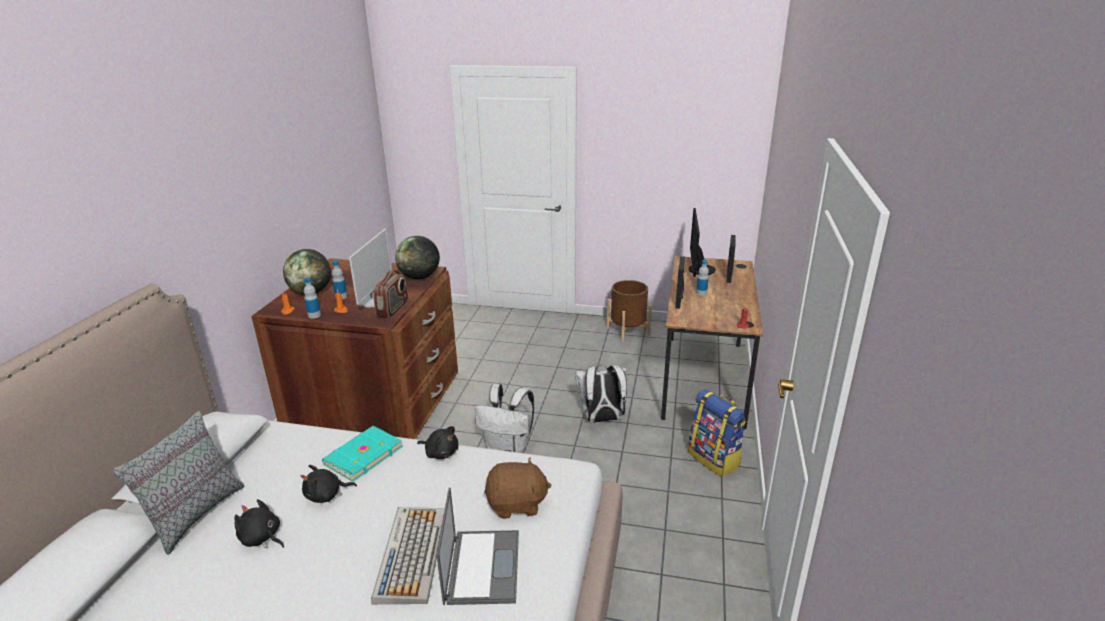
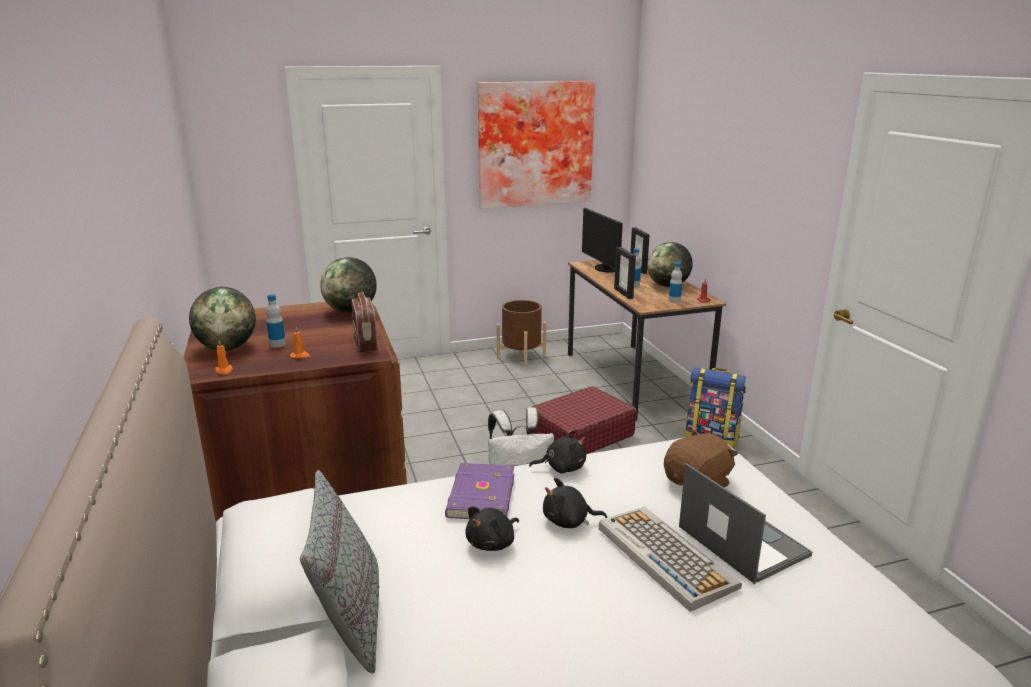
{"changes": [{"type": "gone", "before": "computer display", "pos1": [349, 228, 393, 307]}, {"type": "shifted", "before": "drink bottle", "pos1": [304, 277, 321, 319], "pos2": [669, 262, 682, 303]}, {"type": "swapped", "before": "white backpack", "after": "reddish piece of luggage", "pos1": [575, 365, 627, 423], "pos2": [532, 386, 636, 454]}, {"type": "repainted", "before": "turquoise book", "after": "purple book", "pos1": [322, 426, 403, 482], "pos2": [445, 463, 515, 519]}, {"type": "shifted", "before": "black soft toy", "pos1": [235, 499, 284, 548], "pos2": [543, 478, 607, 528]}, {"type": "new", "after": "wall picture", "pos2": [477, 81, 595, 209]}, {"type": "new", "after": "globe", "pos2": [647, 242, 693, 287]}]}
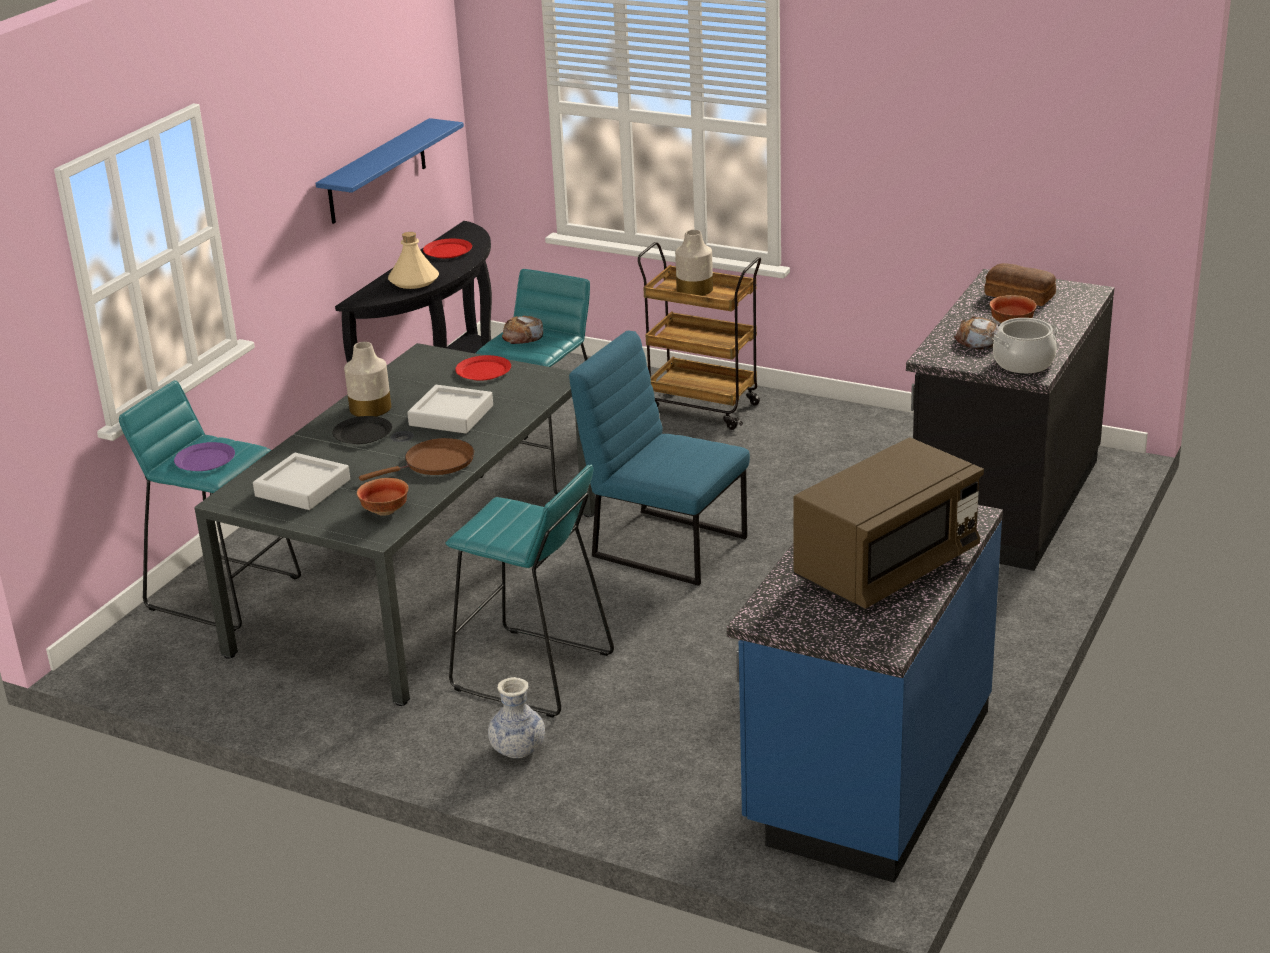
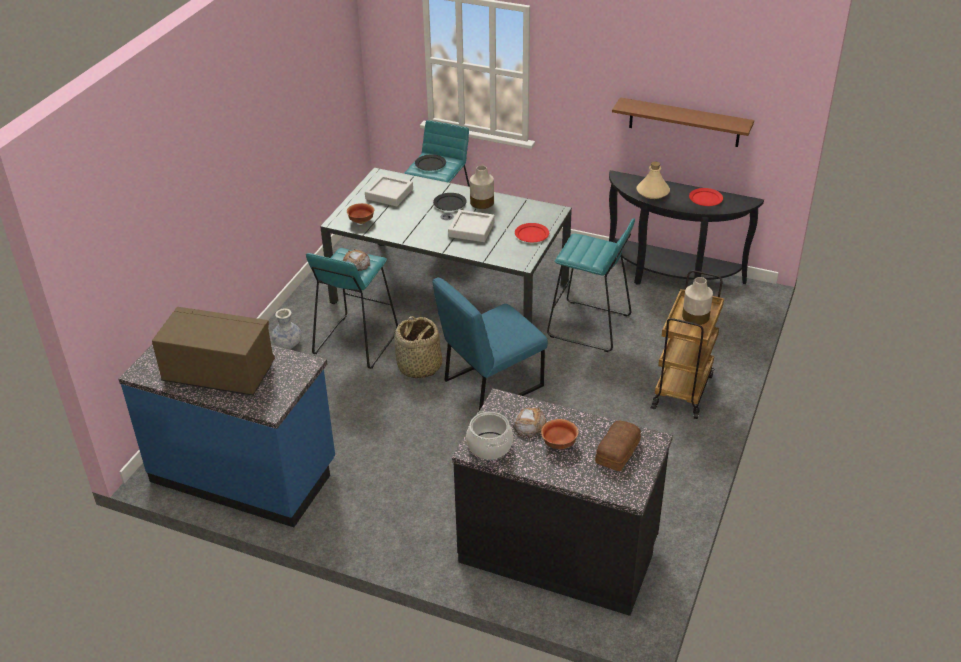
{"changes": [{"type": "repainted", "before": "blue wall shelf", "after": "brown-coloured wall shelf", "pos1": [316, 118, 464, 224], "pos2": [612, 97, 754, 147]}, {"type": "shifted", "before": "bread", "pos1": [502, 316, 543, 344], "pos2": [343, 249, 370, 271]}, {"type": "rotated", "before": "blue chair", "pos1": [569, 331, 750, 586], "pos2": [433, 277, 548, 411], "turn": -150}, {"type": "gone", "before": "brown-coloured skillet", "pos1": [359, 438, 474, 481]}, {"type": "rotated", "before": "brown-coloured kitchen microwave", "pos1": [793, 438, 984, 609], "pos2": [152, 307, 275, 396], "turn": 150}, {"type": "repainted", "before": "purple dinner plate", "after": "black dinner plate", "pos1": [174, 442, 235, 471], "pos2": [415, 154, 446, 171]}, {"type": "new", "after": "basket", "pos2": [394, 316, 442, 379]}]}
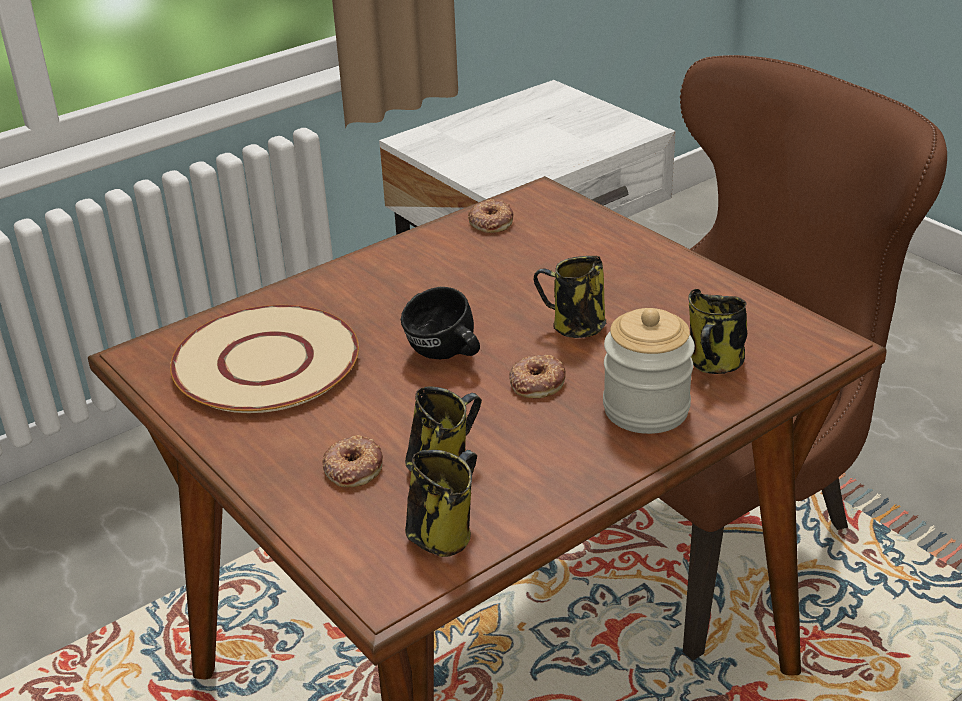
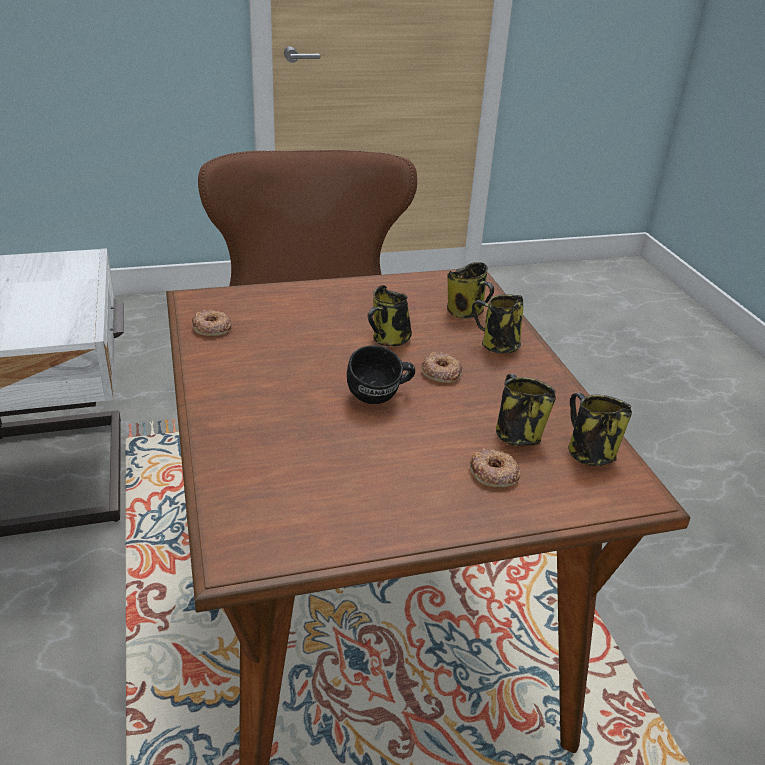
{"changes": [{"type": "gone", "before": "beige dinner plate", "pos1": [170, 305, 359, 413]}, {"type": "swapped", "before": "preserve jar", "after": "coffee mug", "pos1": [603, 308, 695, 434], "pos2": [472, 295, 523, 353]}]}
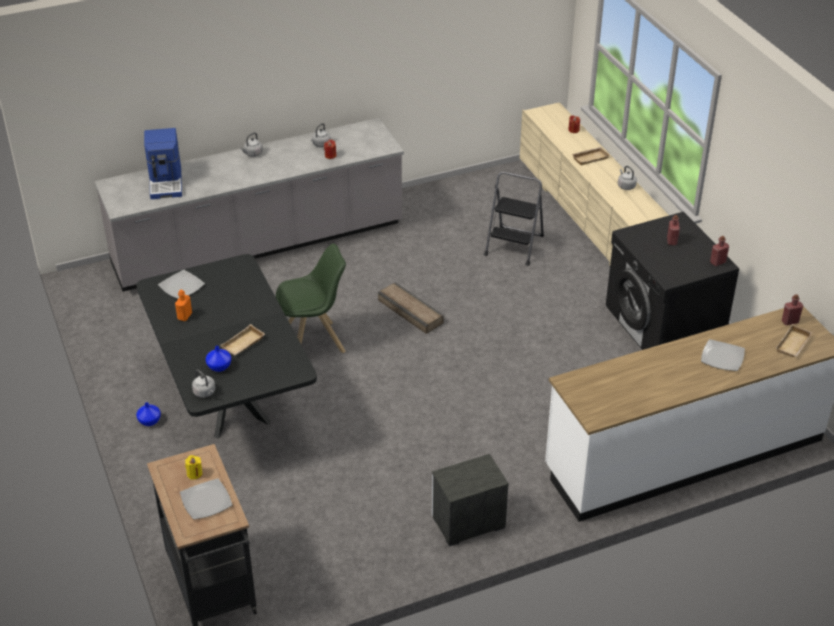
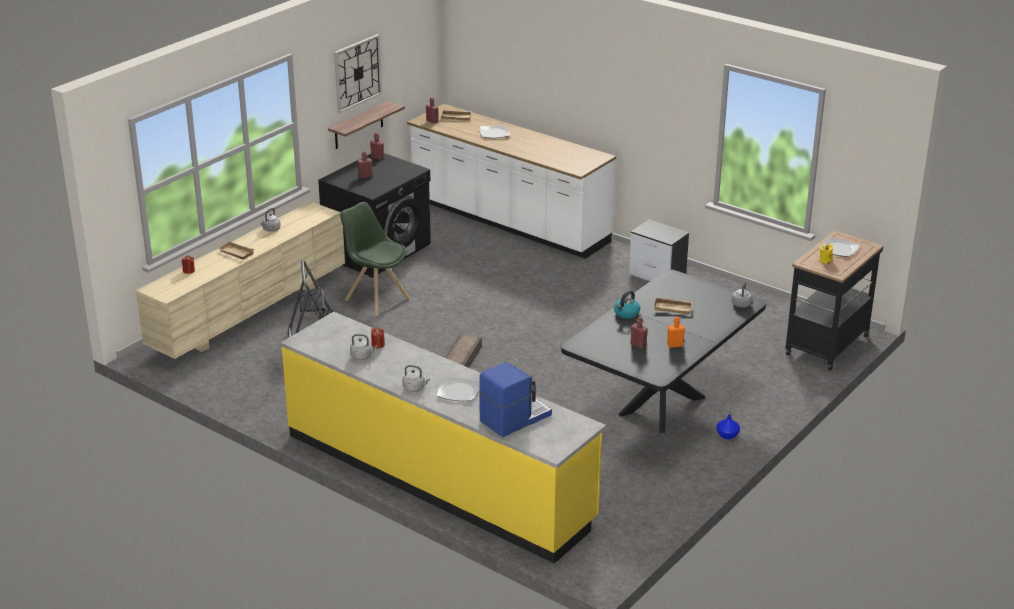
{"changes": [{"type": "repainted", "before": "grey kitchen counter", "after": "yellowish kitchen counter", "pos1": [94, 118, 404, 292], "pos2": [281, 312, 606, 564]}, {"type": "shifted", "before": "green chair", "pos1": [276, 244, 346, 353], "pos2": [340, 202, 410, 317]}, {"type": "shifted", "before": "dinner plate", "pos1": [158, 270, 205, 299], "pos2": [437, 377, 479, 401]}, {"type": "gone", "before": "blue vase", "pos1": [206, 346, 231, 372]}, {"type": "new", "after": "clock on the wall", "pos2": [334, 34, 382, 113]}, {"type": "new", "after": "wall shelf", "pos2": [328, 101, 405, 149]}, {"type": "new", "after": "kettle", "pos2": [614, 290, 640, 319]}, {"type": "new", "after": "reddish drink bottle", "pos2": [631, 316, 648, 349]}]}
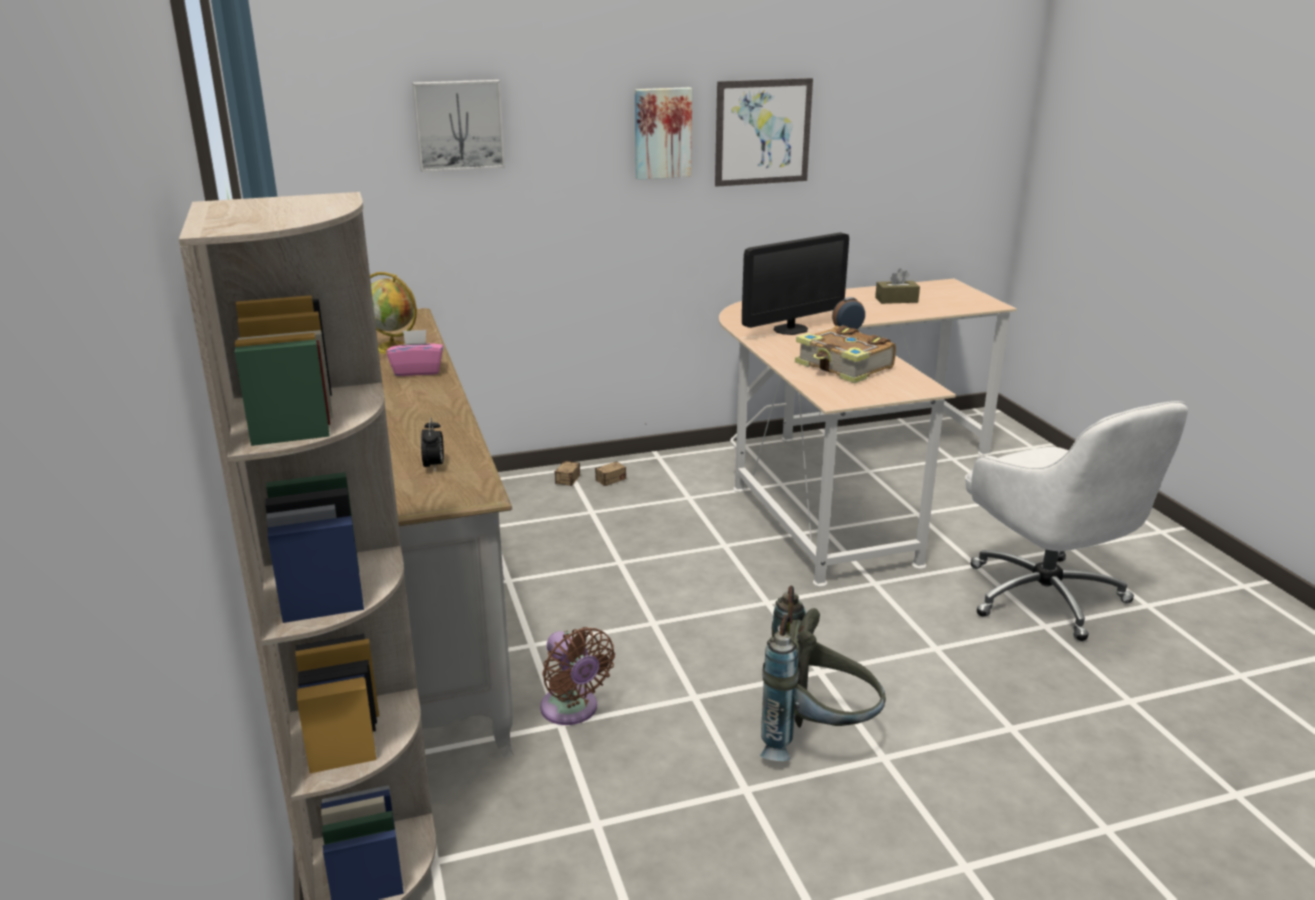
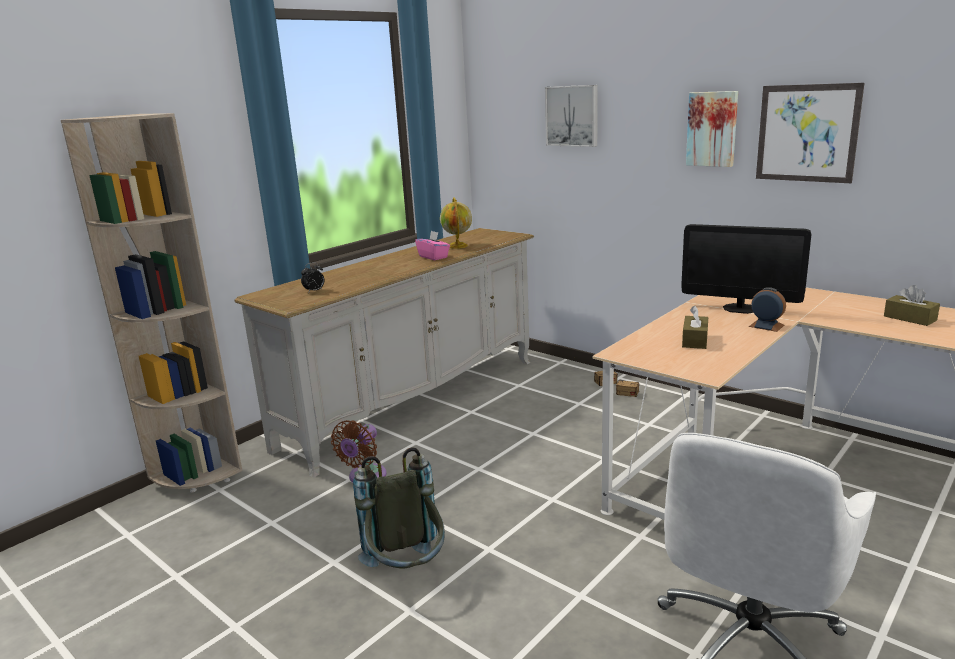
{"changes": [{"type": "swapped", "before": "book", "after": "brown-coloured tissue box", "pos1": [795, 325, 896, 384], "pos2": [682, 305, 708, 349]}]}
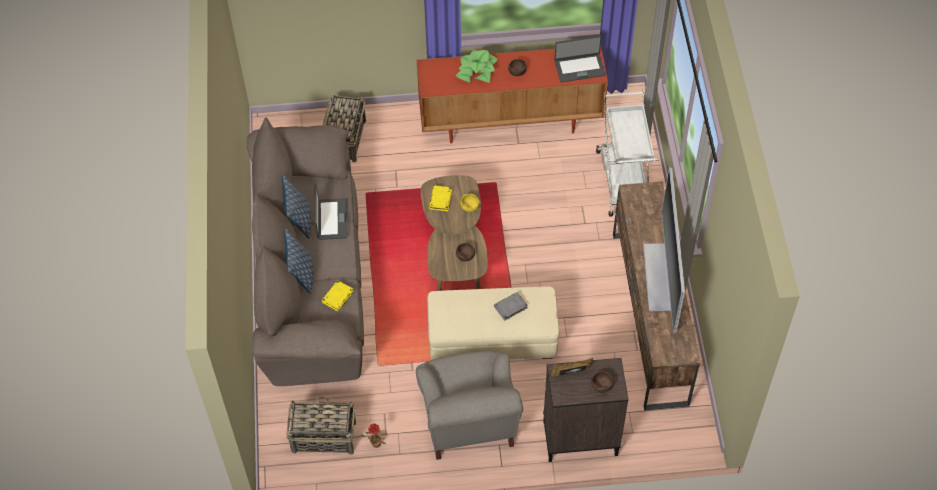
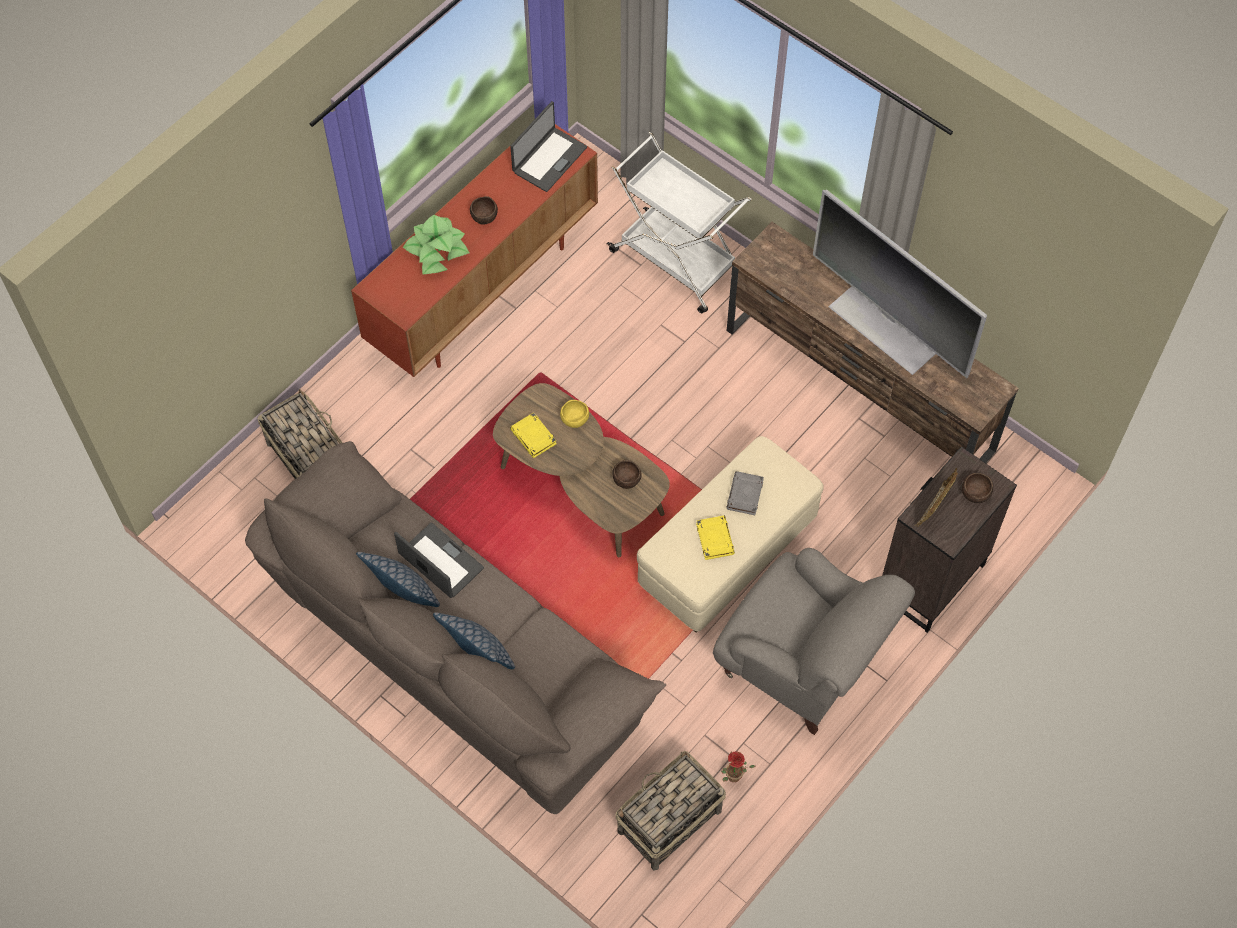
{"changes": [{"type": "shifted", "before": "yellowish book", "pos1": [322, 280, 354, 311], "pos2": [696, 516, 735, 560]}]}
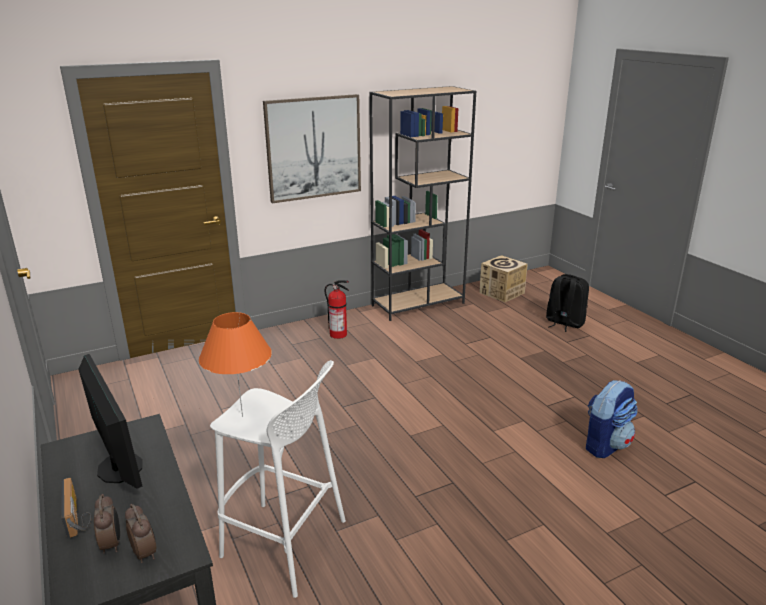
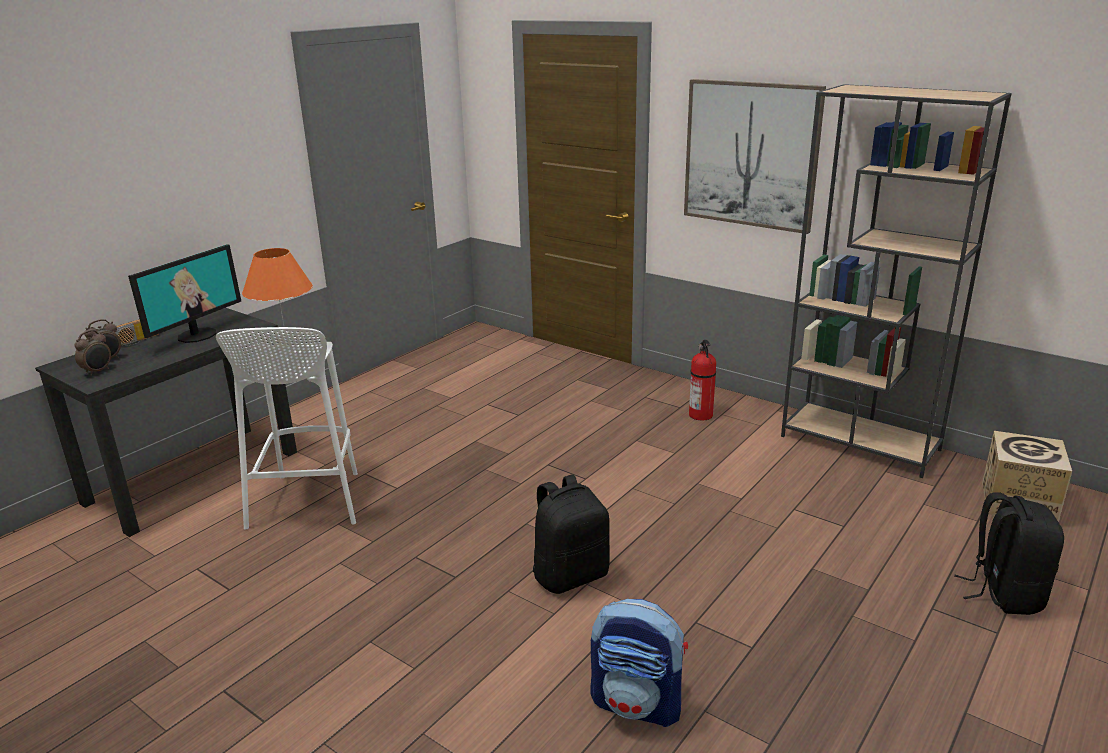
{"changes": [{"type": "new", "after": "black backpack", "pos2": [533, 474, 610, 594]}]}
